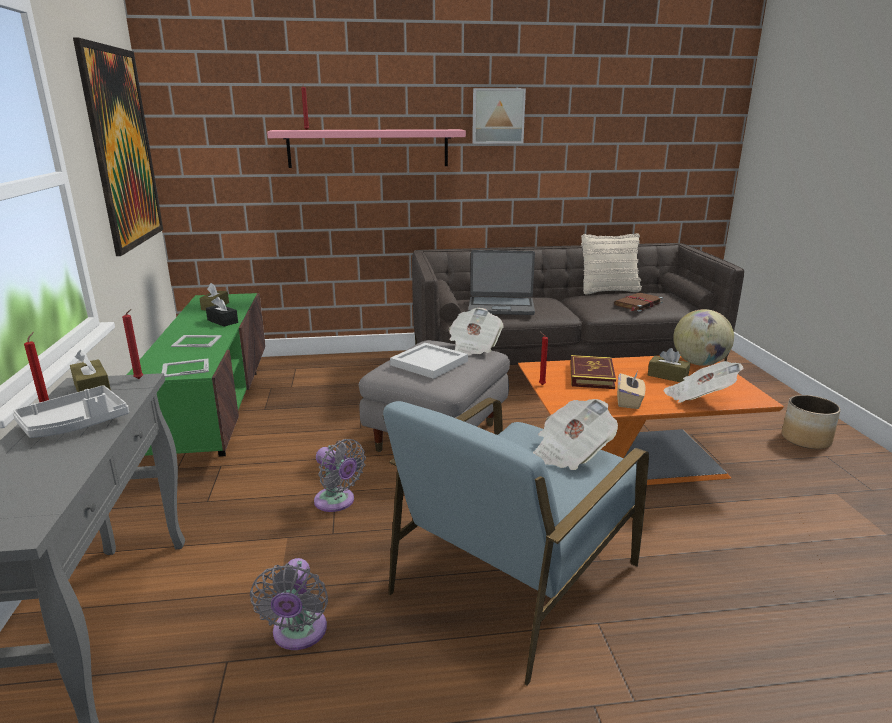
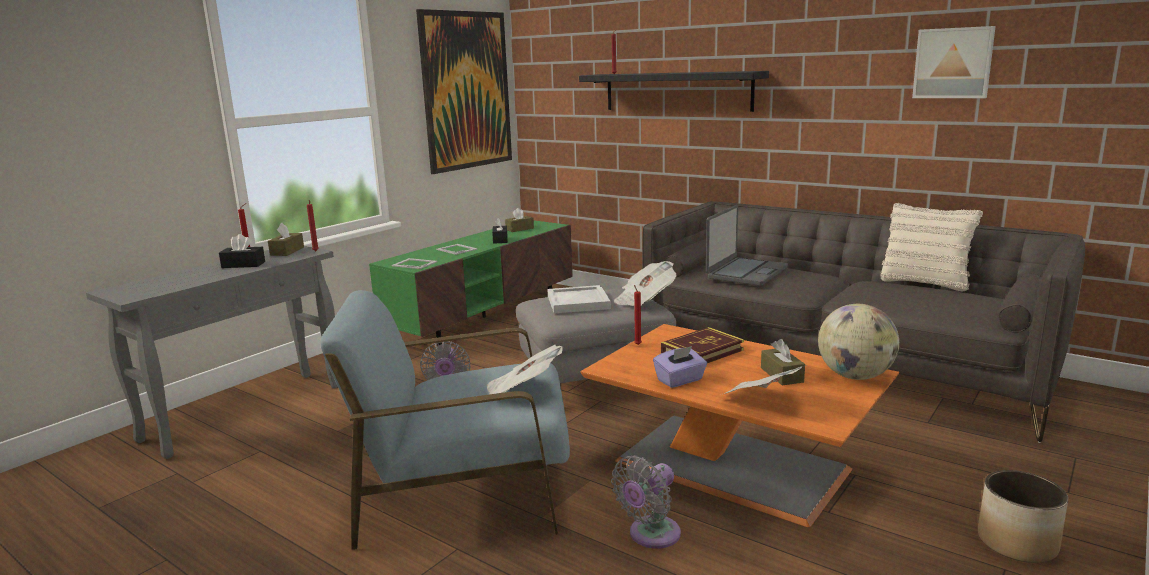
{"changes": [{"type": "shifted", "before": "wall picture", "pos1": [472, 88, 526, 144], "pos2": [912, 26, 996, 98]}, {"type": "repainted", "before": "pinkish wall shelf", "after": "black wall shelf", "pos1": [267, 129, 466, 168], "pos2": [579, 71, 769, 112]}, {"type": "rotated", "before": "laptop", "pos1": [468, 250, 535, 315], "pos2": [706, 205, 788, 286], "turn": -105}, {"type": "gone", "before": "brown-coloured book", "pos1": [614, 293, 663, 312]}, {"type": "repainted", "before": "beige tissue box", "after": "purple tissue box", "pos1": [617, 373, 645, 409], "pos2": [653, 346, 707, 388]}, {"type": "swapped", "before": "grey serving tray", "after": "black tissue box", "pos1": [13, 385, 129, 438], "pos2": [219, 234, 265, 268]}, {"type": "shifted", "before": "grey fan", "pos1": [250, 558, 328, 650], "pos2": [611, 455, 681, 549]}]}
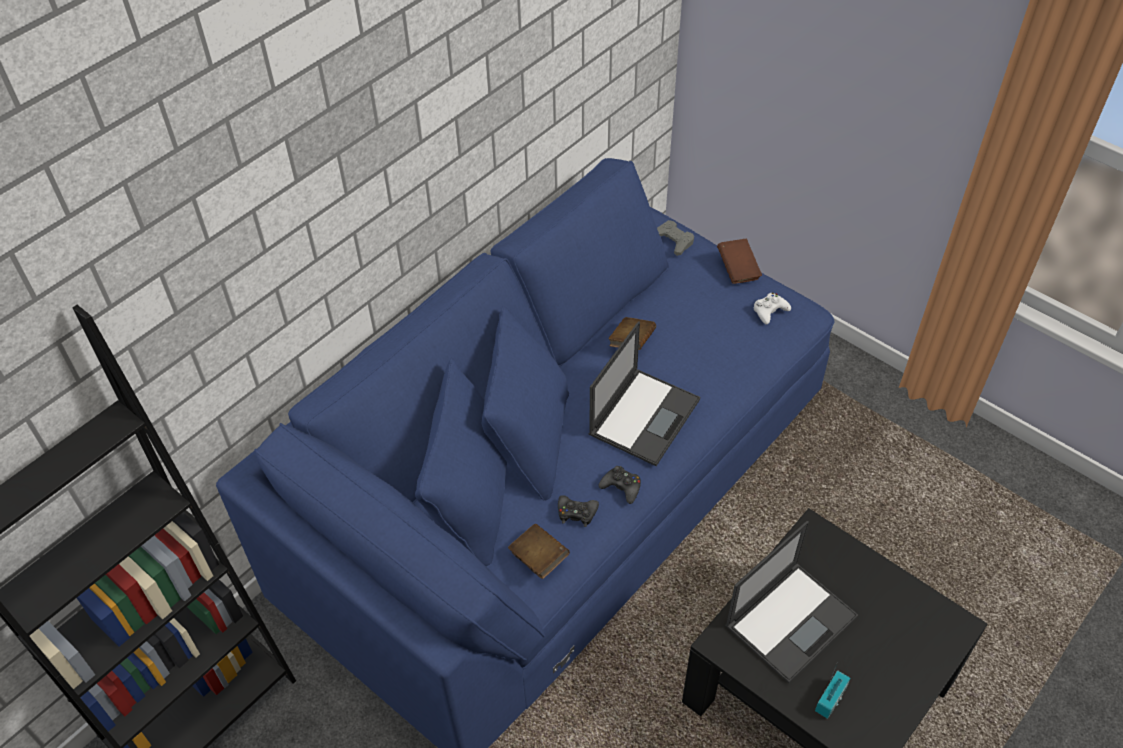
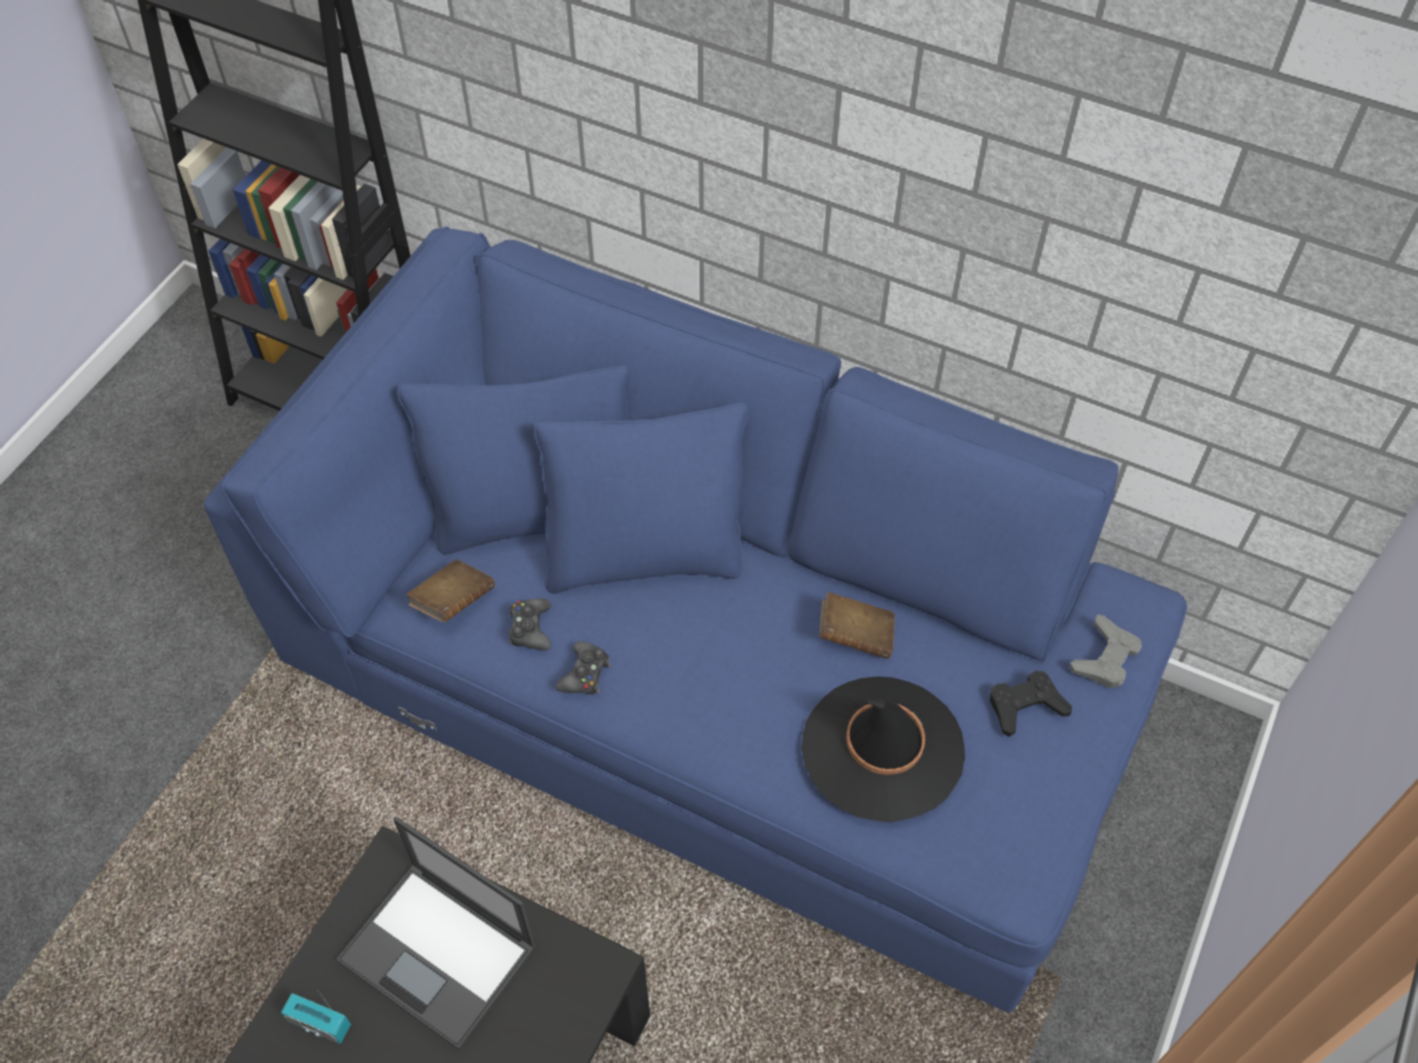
{"changes": [{"type": "gone", "before": "brown-coloured book", "pos1": [717, 239, 762, 284]}, {"type": "gone", "before": "white joypad", "pos1": [754, 293, 791, 325]}, {"type": "gone", "before": "laptop", "pos1": [589, 322, 700, 466]}, {"type": "new", "after": "black joypad", "pos2": [990, 671, 1072, 737]}, {"type": "new", "after": "black wearable hat", "pos2": [801, 676, 965, 822]}]}
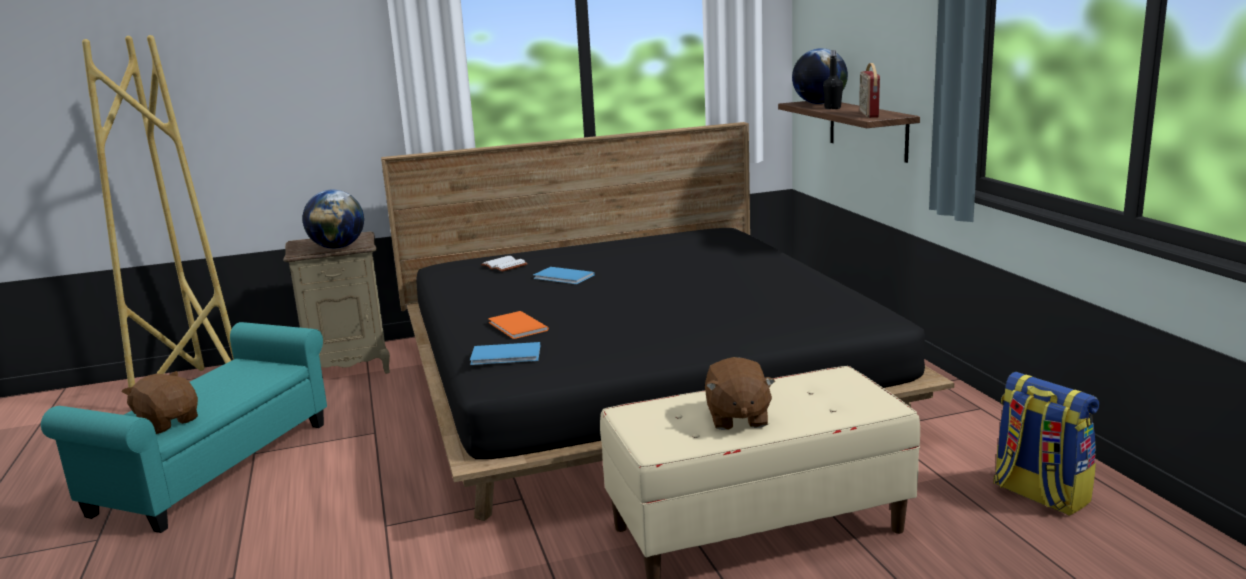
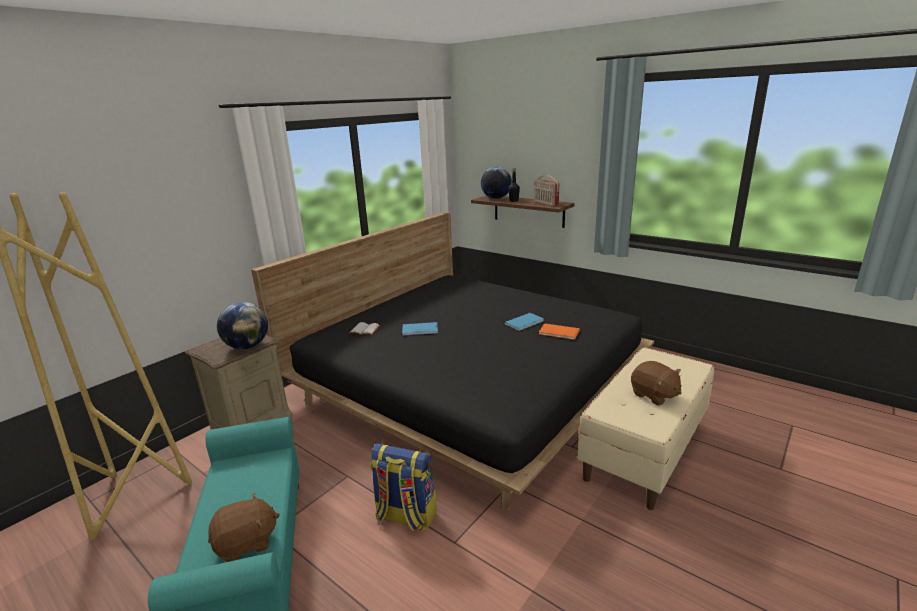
{"changes": [{"type": "shifted", "before": "orange book", "pos1": [488, 311, 549, 339], "pos2": [539, 323, 580, 340]}, {"type": "shifted", "before": "blue book", "pos1": [470, 342, 540, 365], "pos2": [504, 313, 544, 331]}, {"type": "rotated", "before": "brown-coloured soft toy", "pos1": [122, 371, 198, 434], "pos2": [208, 492, 280, 562], "turn": 150}, {"type": "shifted", "before": "backpack", "pos1": [993, 372, 1099, 516], "pos2": [370, 443, 437, 531]}]}
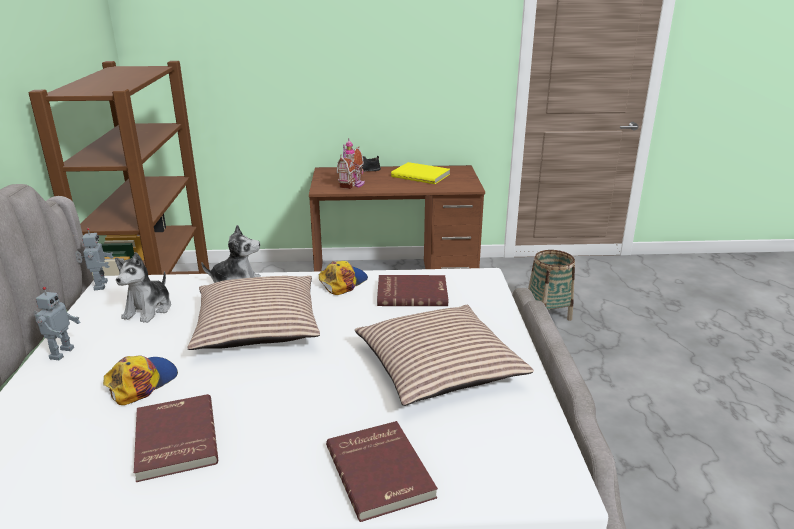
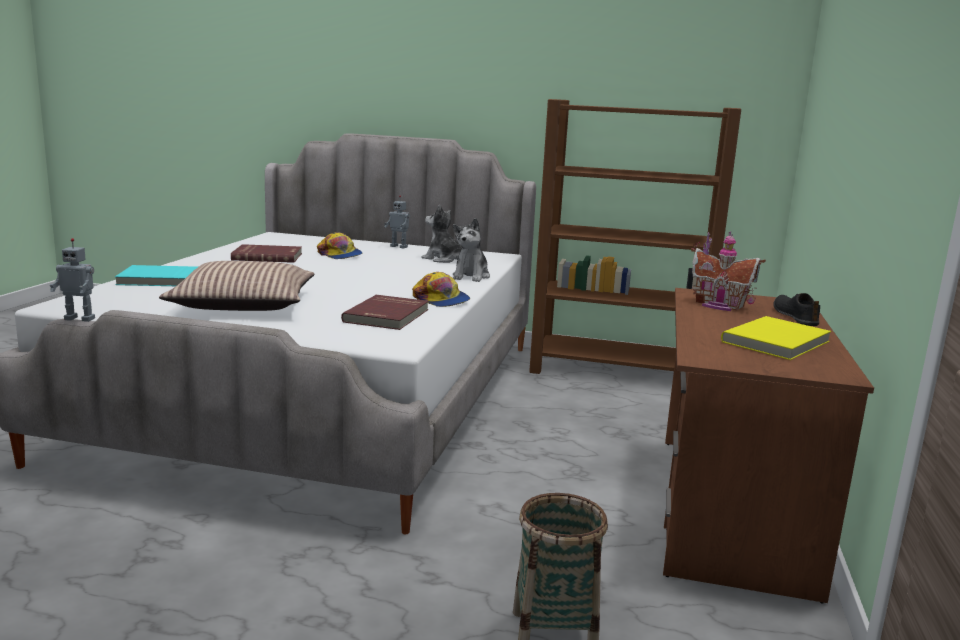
{"changes": [{"type": "shifted", "before": "robot figure", "pos1": [75, 228, 114, 290], "pos2": [50, 238, 95, 322]}, {"type": "gone", "before": "throw pillow", "pos1": [188, 276, 320, 350]}, {"type": "repainted", "before": "reddish book", "after": "turquoise book", "pos1": [326, 421, 438, 522], "pos2": [115, 265, 198, 286]}]}
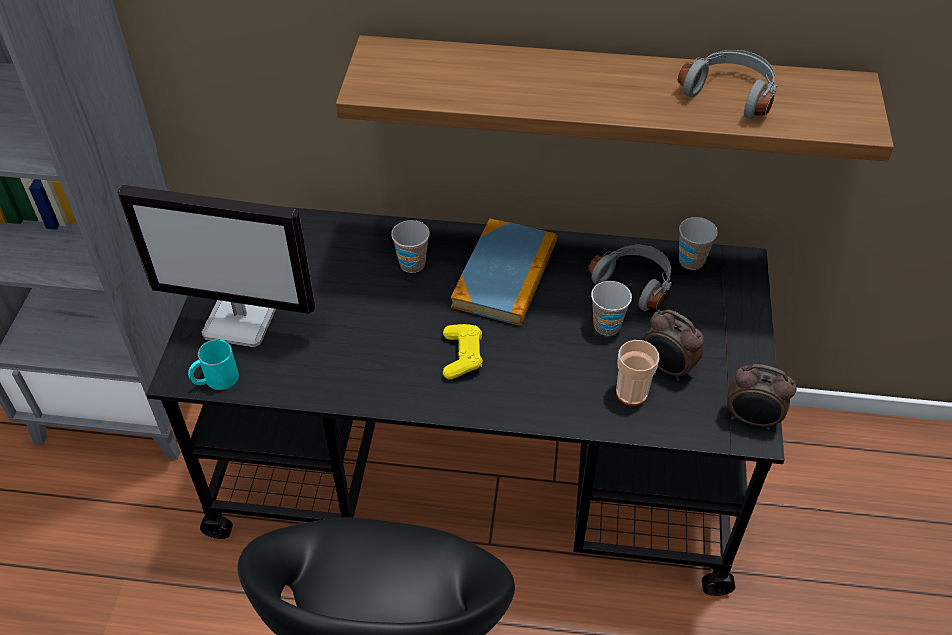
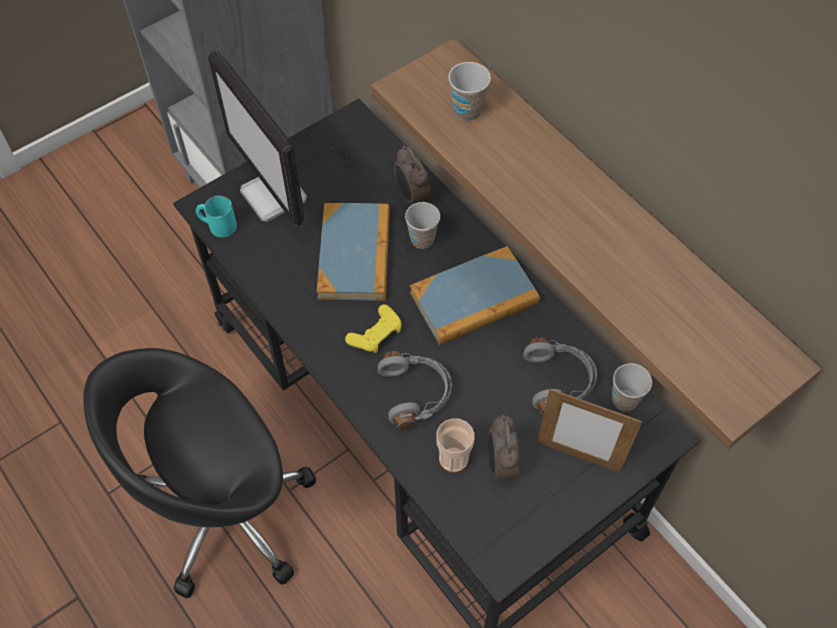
{"changes": [{"type": "shifted", "before": "grey headset", "pos1": [678, 50, 777, 119], "pos2": [378, 351, 452, 430]}, {"type": "shifted", "before": "small cup", "pos1": [591, 281, 632, 336], "pos2": [448, 62, 491, 121]}, {"type": "shifted", "before": "table clock", "pos1": [727, 364, 797, 430], "pos2": [394, 145, 431, 205]}, {"type": "new", "after": "book", "pos2": [317, 203, 390, 301]}, {"type": "new", "after": "picture frame", "pos2": [537, 389, 642, 473]}]}
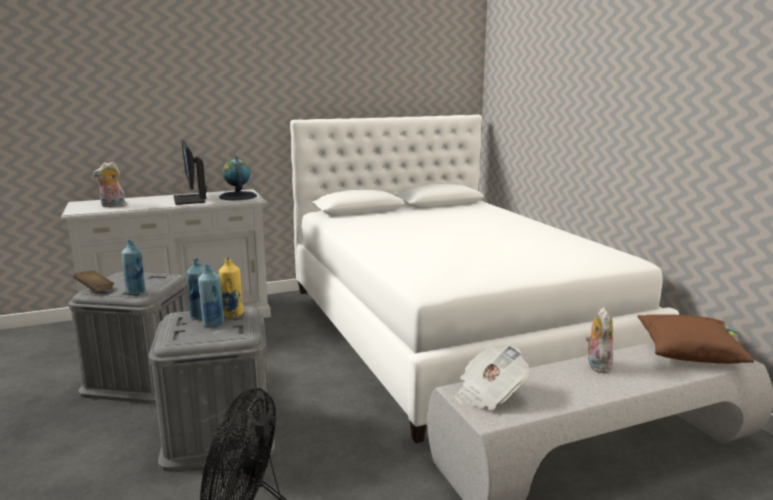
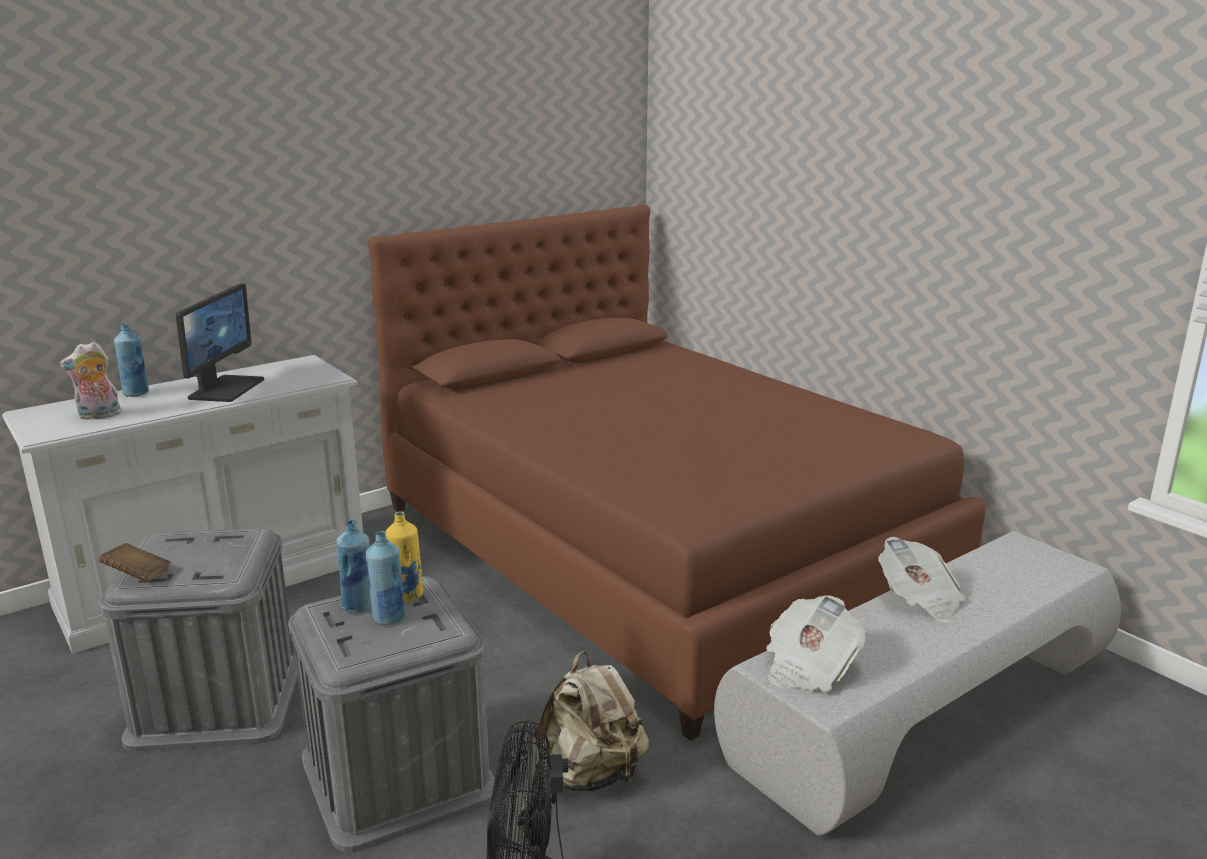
{"changes": [{"type": "repainted", "before": "white sleeping bed", "after": "brown-coloured sleeping bed", "pos1": [290, 115, 679, 443], "pos2": [368, 205, 986, 741]}, {"type": "rotated", "before": "computer display", "pos1": [174, 140, 207, 205], "pos2": [176, 283, 264, 402], "turn": -135}, {"type": "gone", "before": "globe", "pos1": [219, 156, 257, 200]}, {"type": "shifted", "before": "blue drink bottle", "pos1": [122, 240, 145, 295], "pos2": [114, 324, 149, 397]}, {"type": "swapped", "before": "soft toy", "after": "newspaper", "pos1": [586, 307, 613, 374], "pos2": [878, 537, 966, 623]}, {"type": "gone", "before": "brown-coloured throw pillow", "pos1": [637, 314, 754, 364]}, {"type": "new", "after": "beige backpack", "pos2": [533, 651, 649, 791]}]}
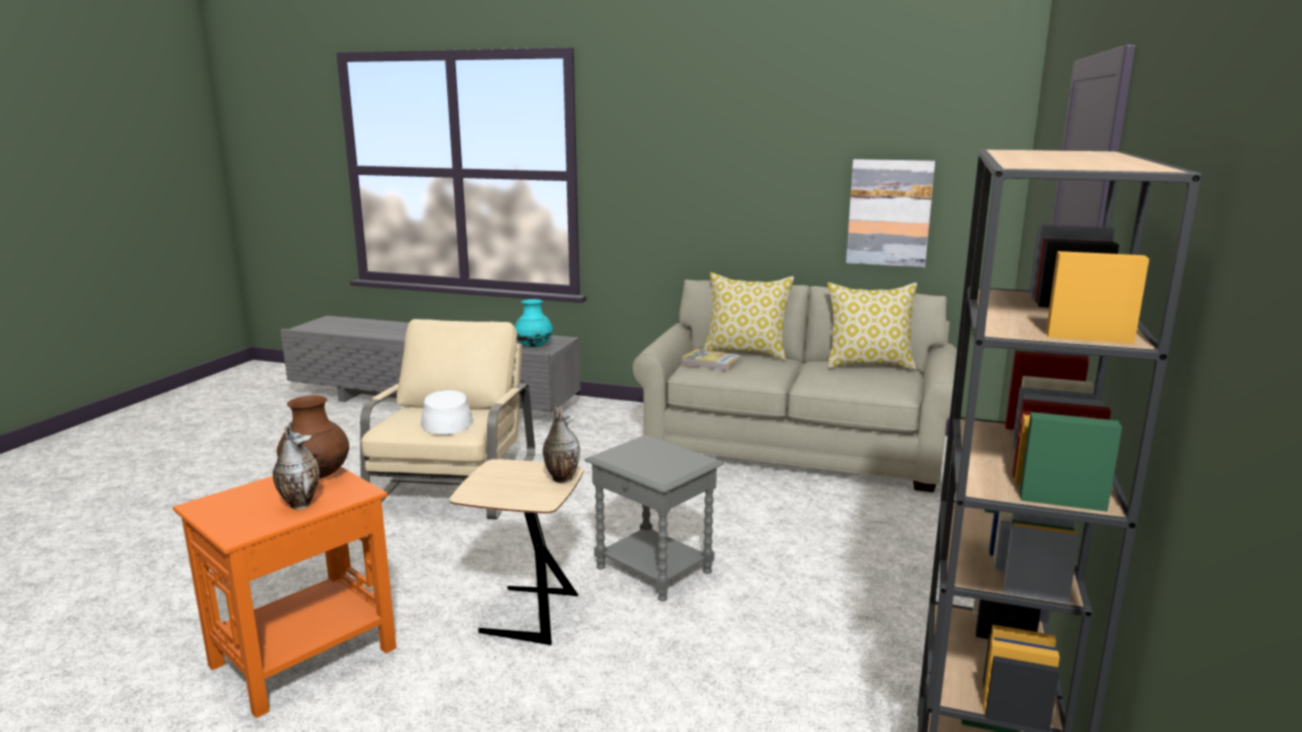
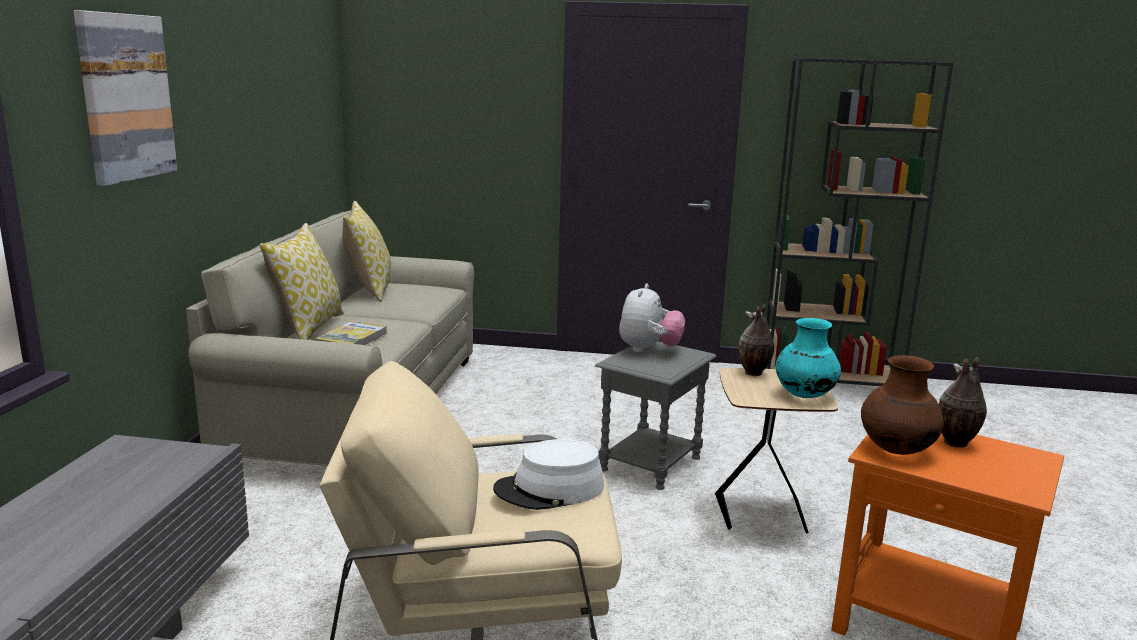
{"changes": [{"type": "shifted", "before": "wall picture", "pos1": [846, 159, 935, 268], "pos2": [73, 10, 177, 186]}, {"type": "shifted", "before": "turquoise vase", "pos1": [514, 299, 553, 347], "pos2": [775, 318, 841, 398]}, {"type": "new", "after": "soft toy", "pos2": [619, 283, 685, 353]}]}
